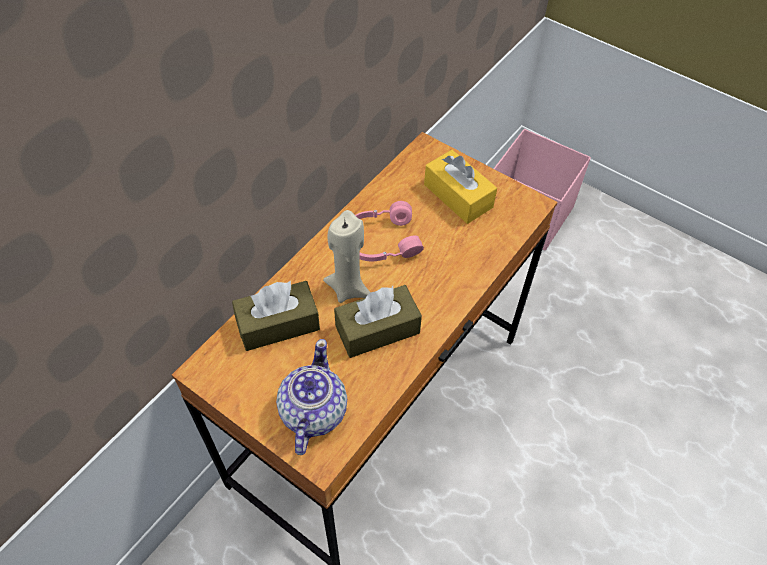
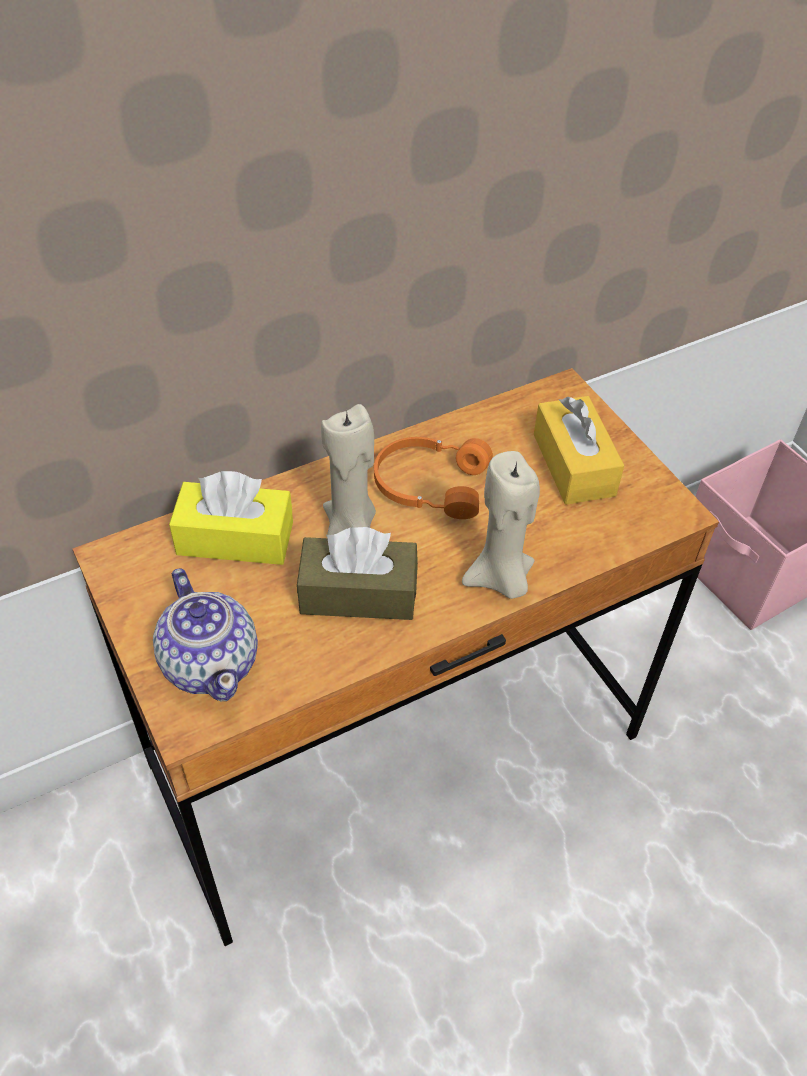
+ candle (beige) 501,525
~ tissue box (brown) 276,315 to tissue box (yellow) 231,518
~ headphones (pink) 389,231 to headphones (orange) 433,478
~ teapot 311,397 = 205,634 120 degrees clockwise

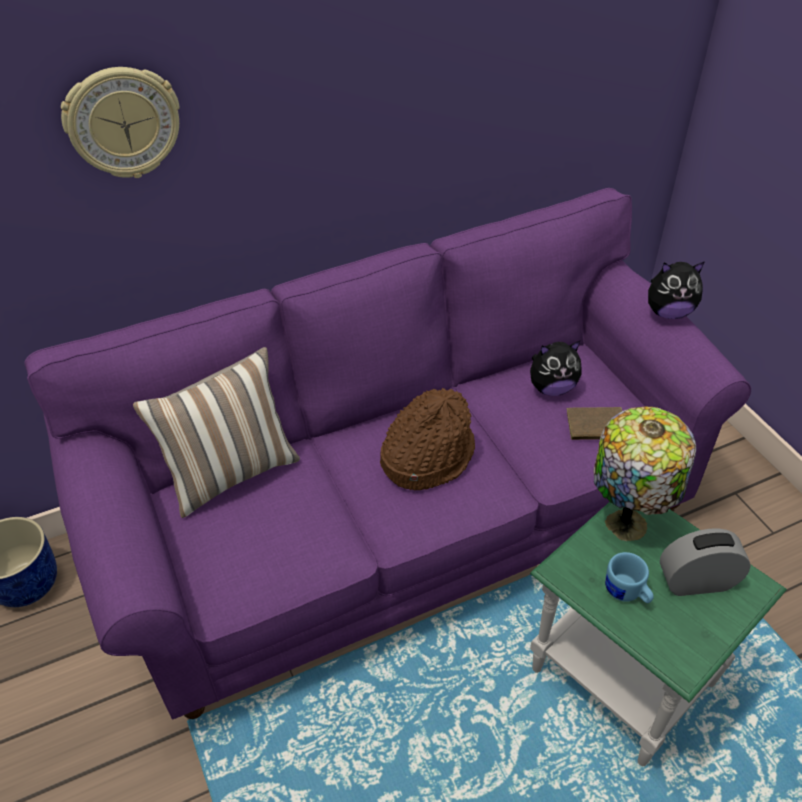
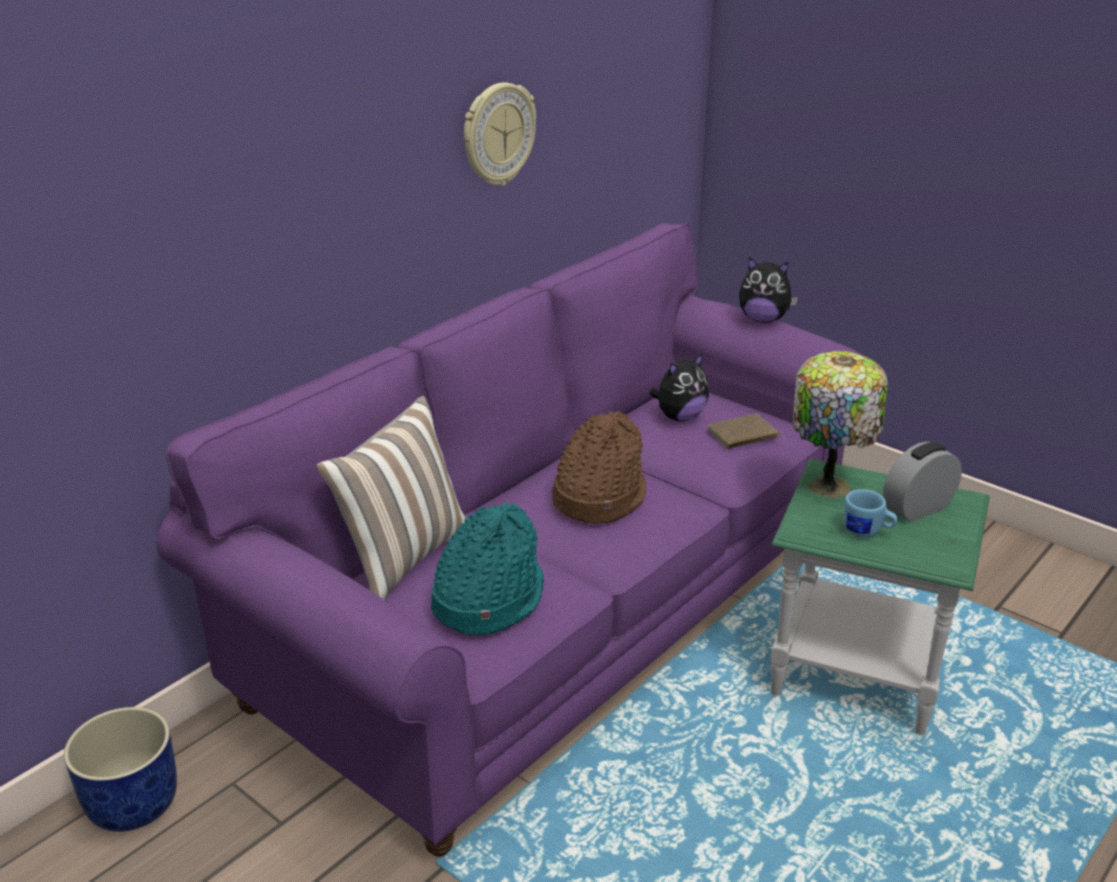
+ hat (turquoise) 487,569
~ wall clock 120,122 to 500,134
~ plush toy 676,290 = 768,290 45 degrees clockwise

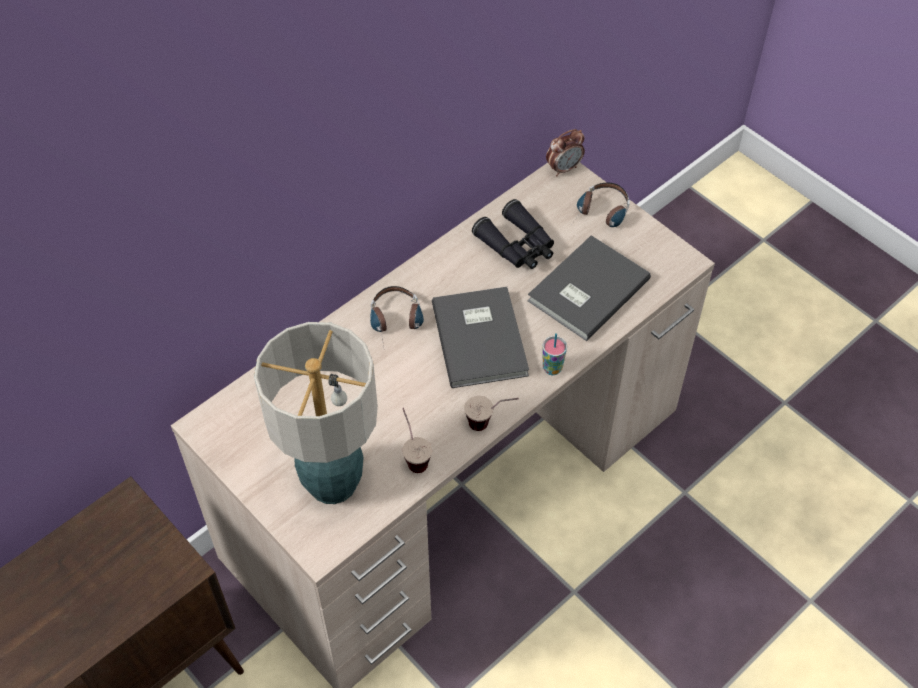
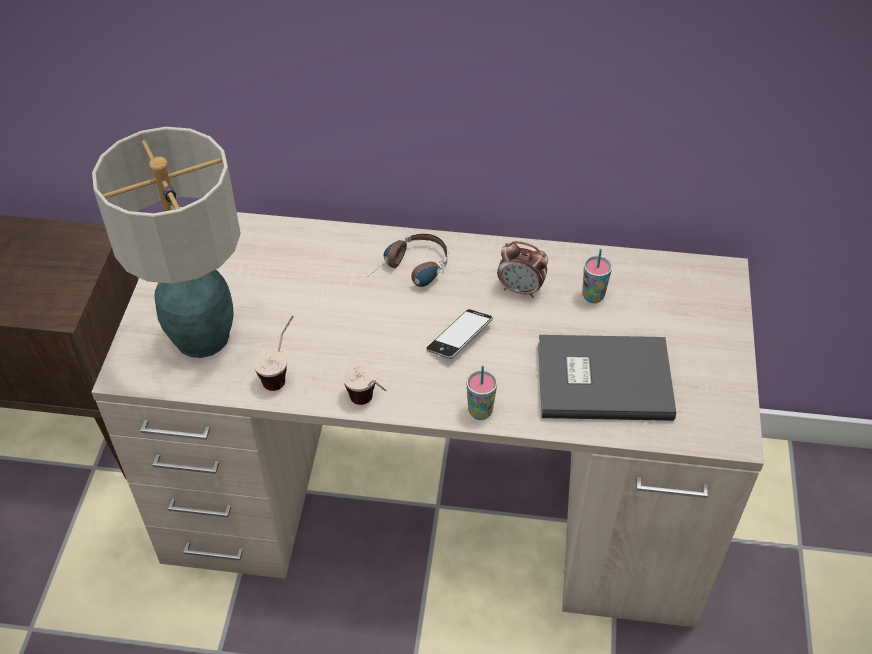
- headphones 602,205
~ alarm clock 565,152 to 522,269
~ book (grey) 480,337 to phone 459,334
~ binoculars (black) 513,234 to cup 597,276

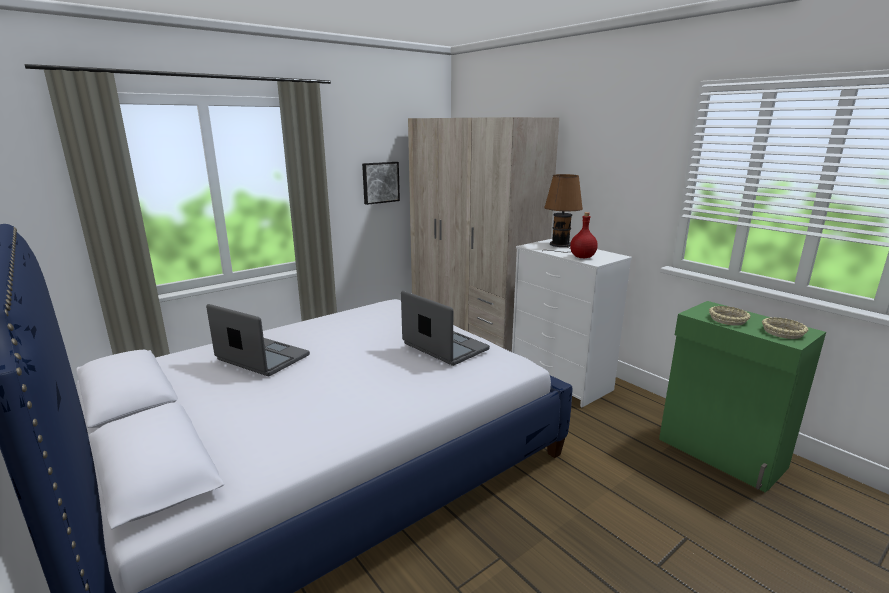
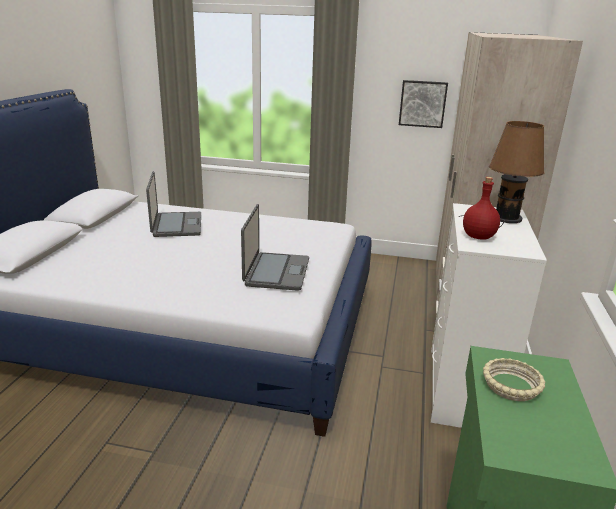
- bowl (beige) 785,328

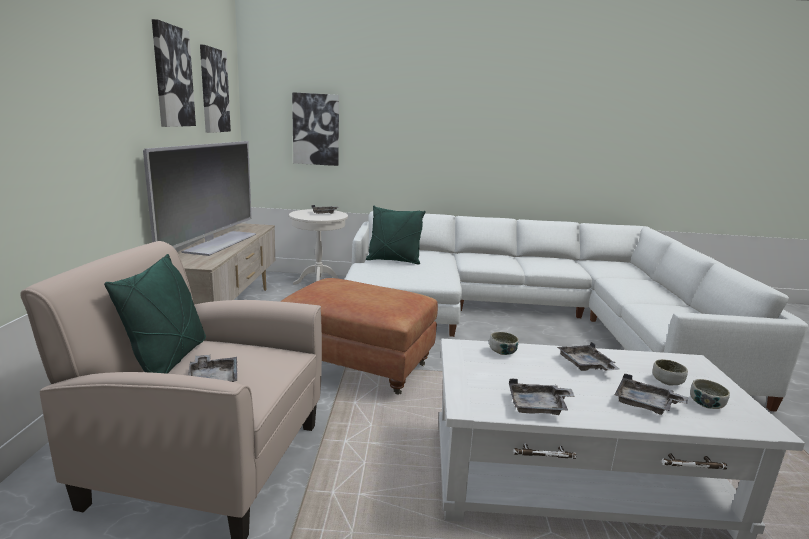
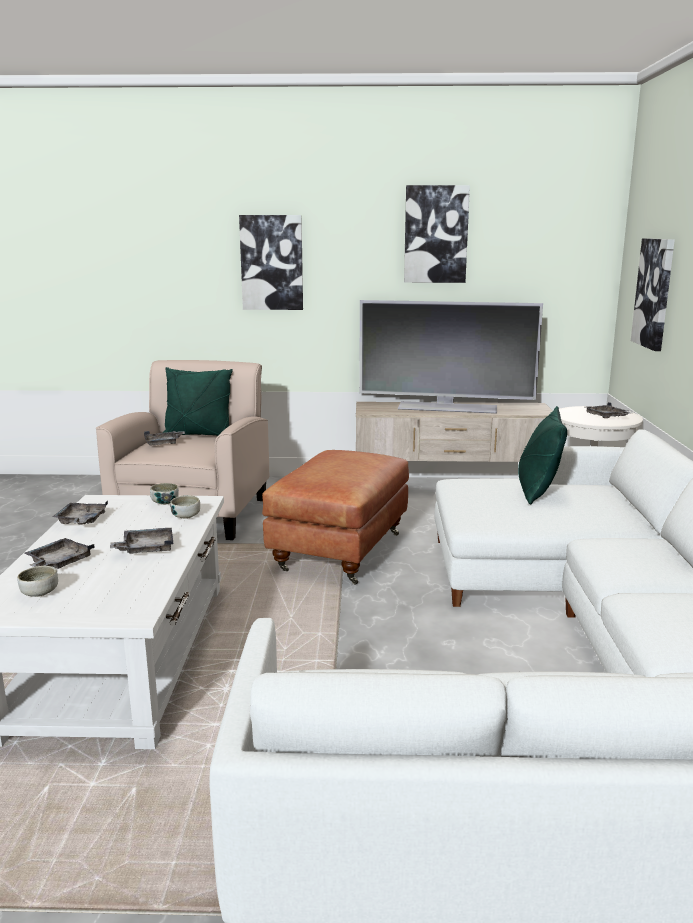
~ picture 215,89 to 271,262
~ bowl 670,372 to 164,494

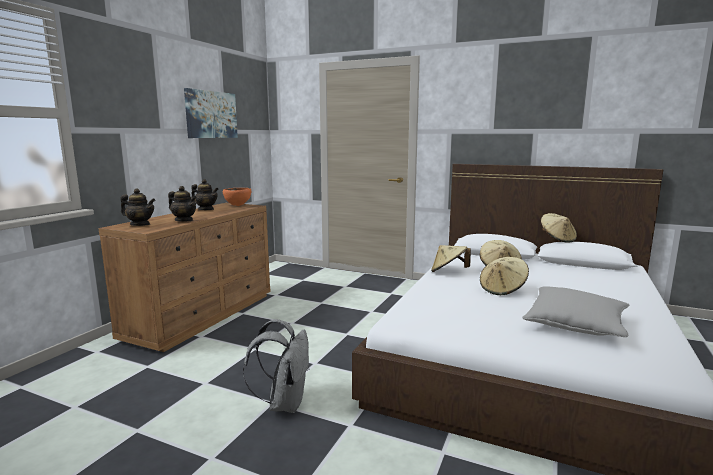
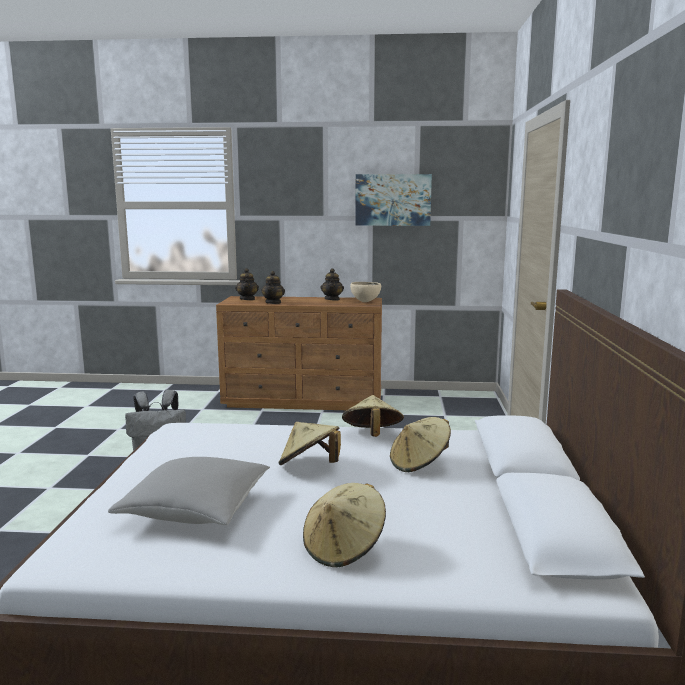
~ hat (beige) 559,228 to 344,525
~ bowl (orange) 237,197 to bowl (beige) 365,292

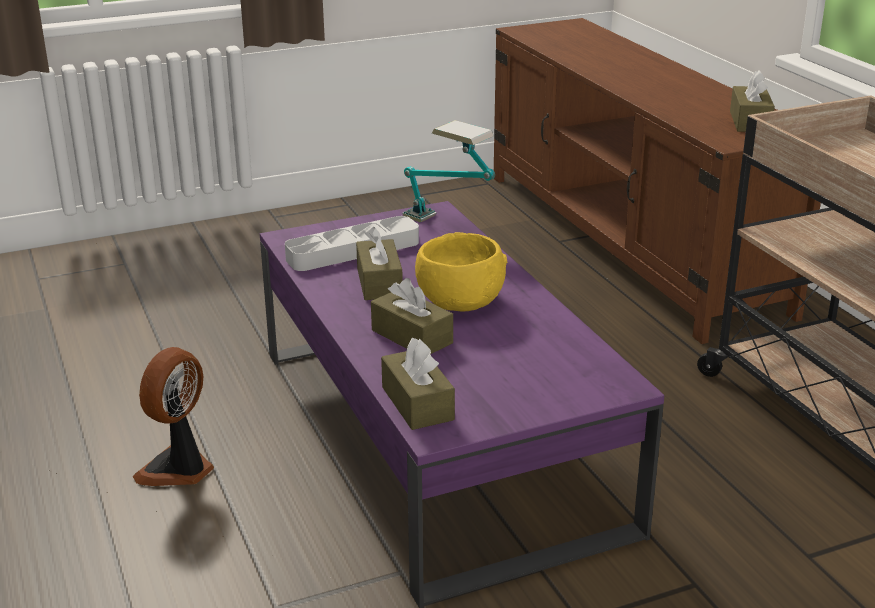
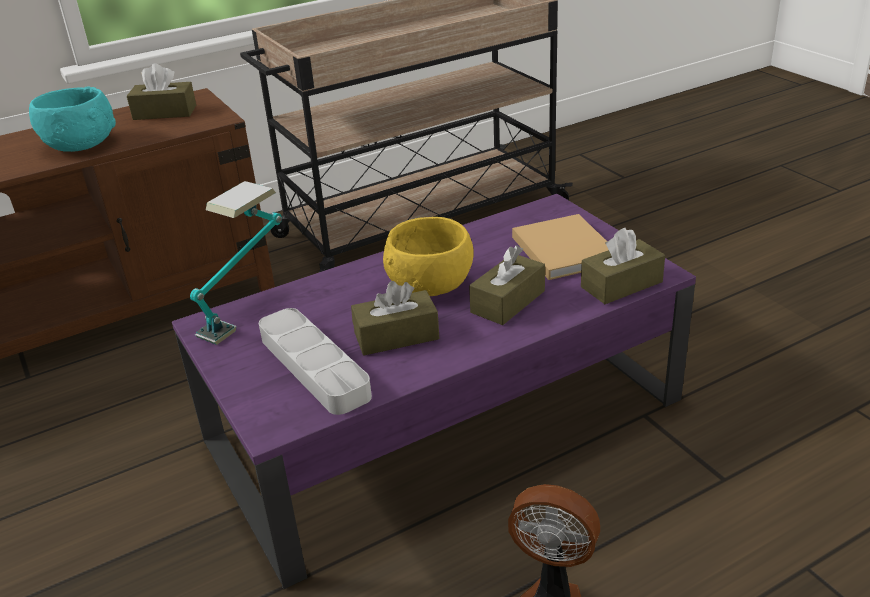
+ bowl (turquoise) 72,119
+ book (beige) 560,247

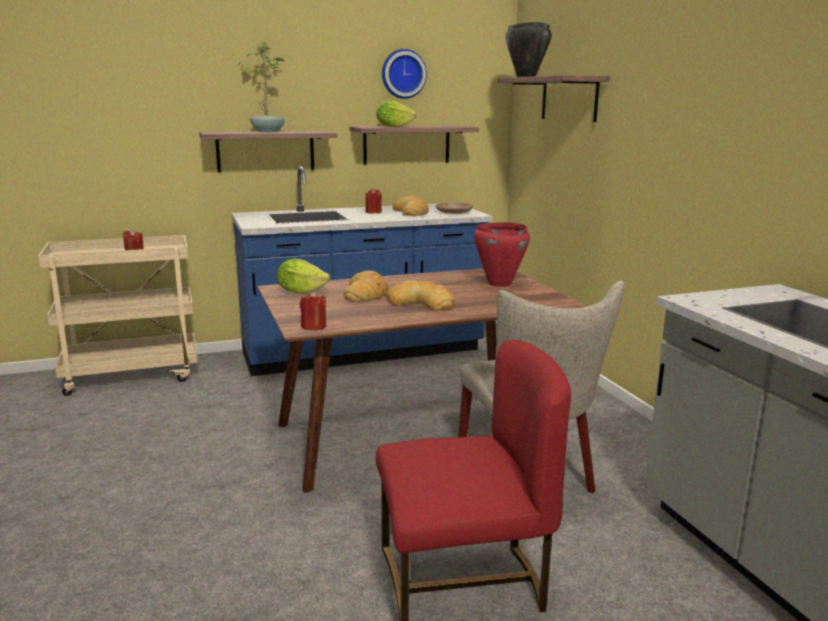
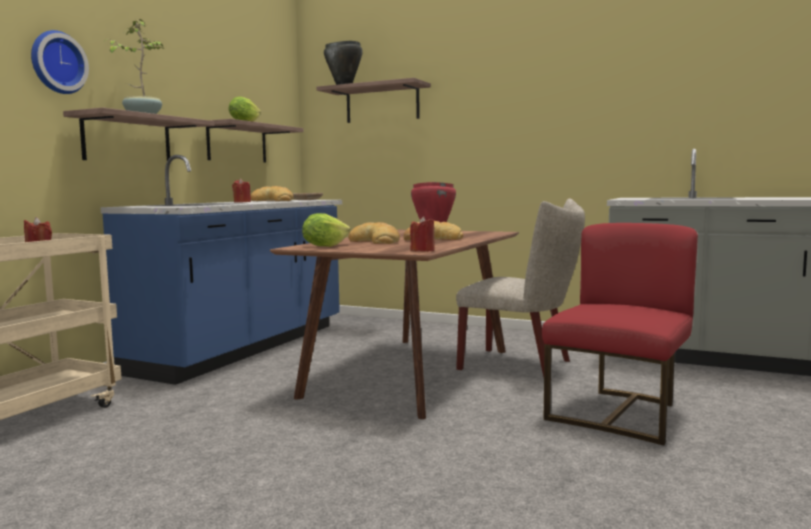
~ wall clock 404,74 to 60,62

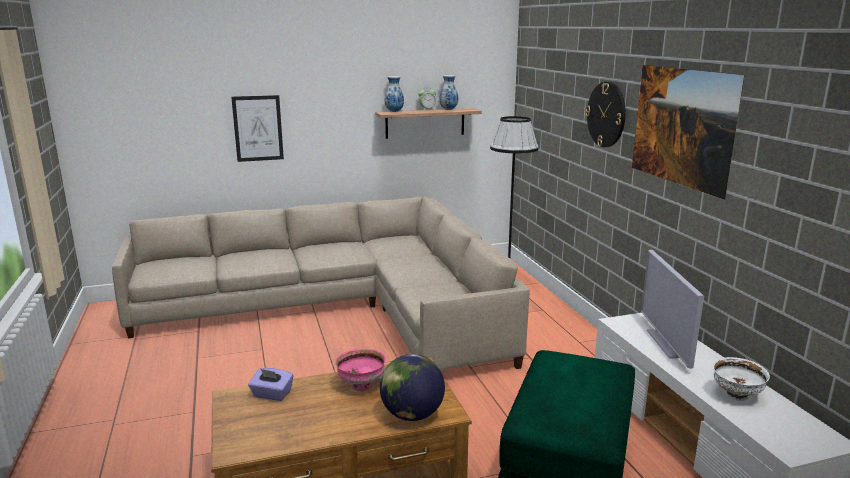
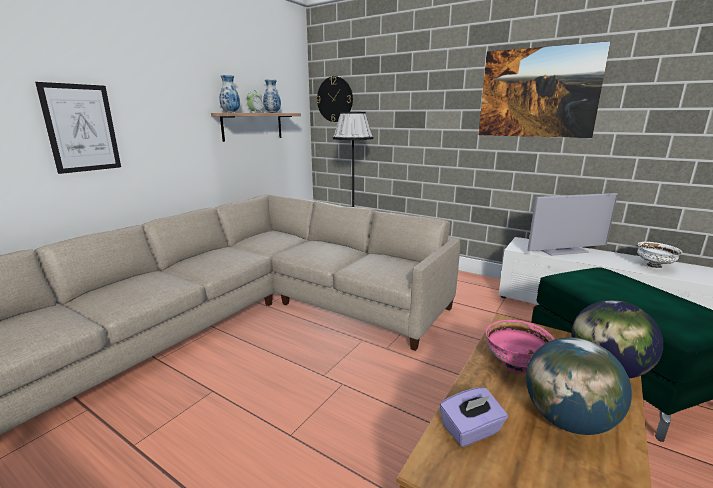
+ globe 579,386
~ wall clock 605,114 to 334,99
~ television 672,309 = 573,224 60 degrees counterclockwise

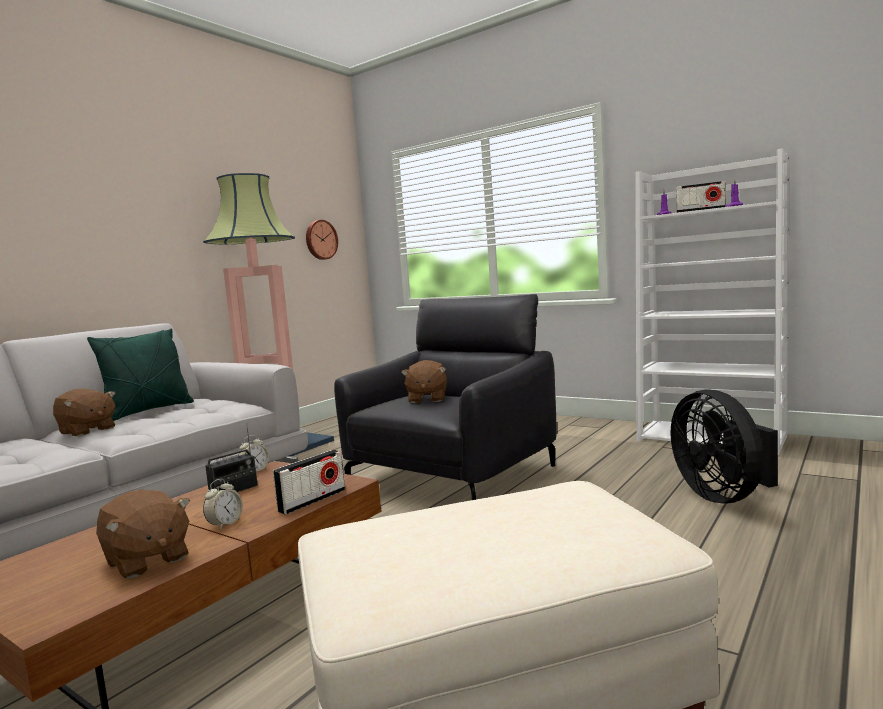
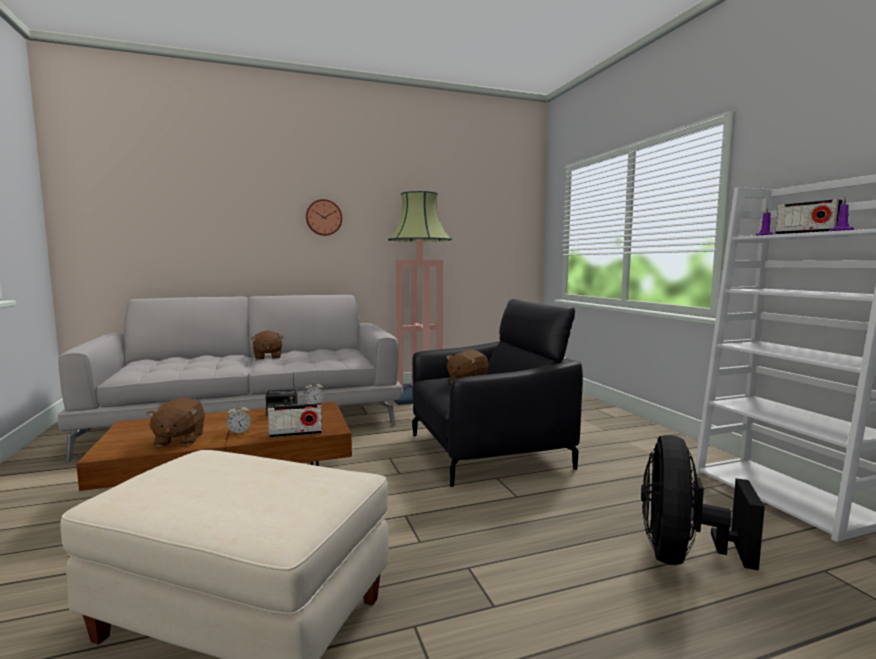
- pillow (green) 140,375
~ wall clock 322,240 to 324,217

